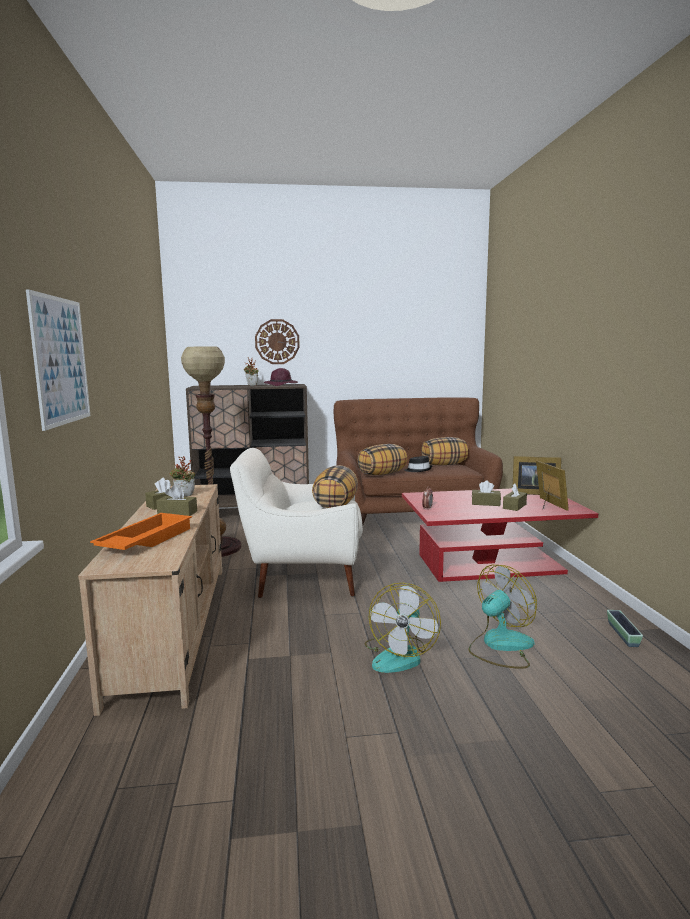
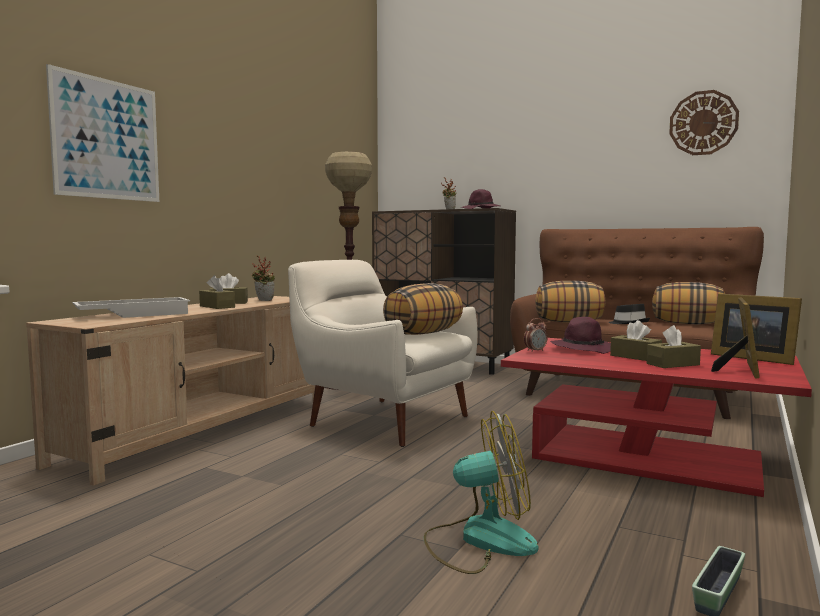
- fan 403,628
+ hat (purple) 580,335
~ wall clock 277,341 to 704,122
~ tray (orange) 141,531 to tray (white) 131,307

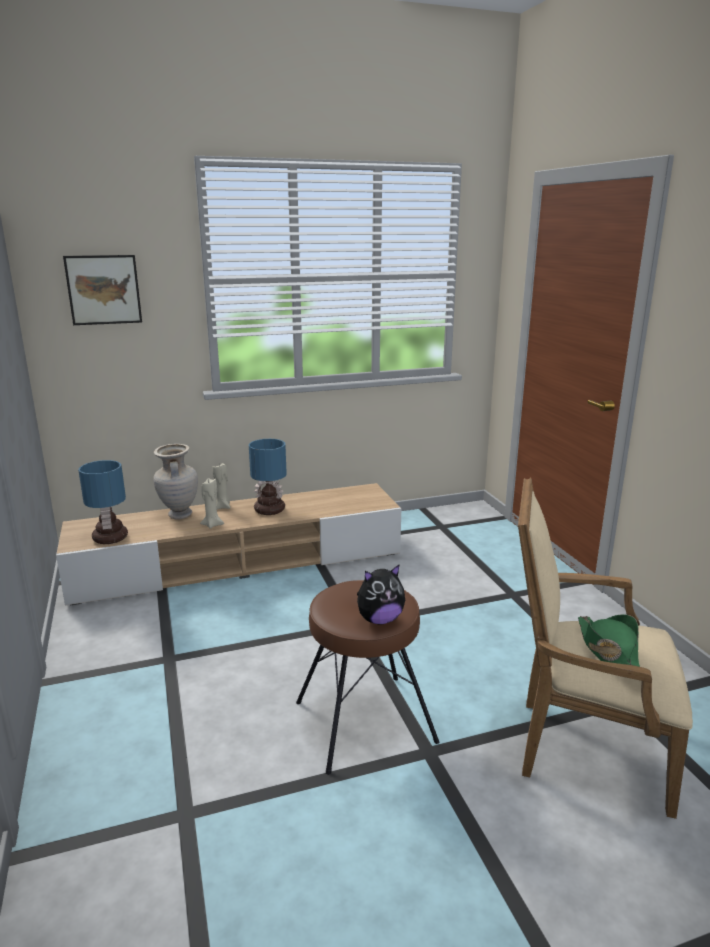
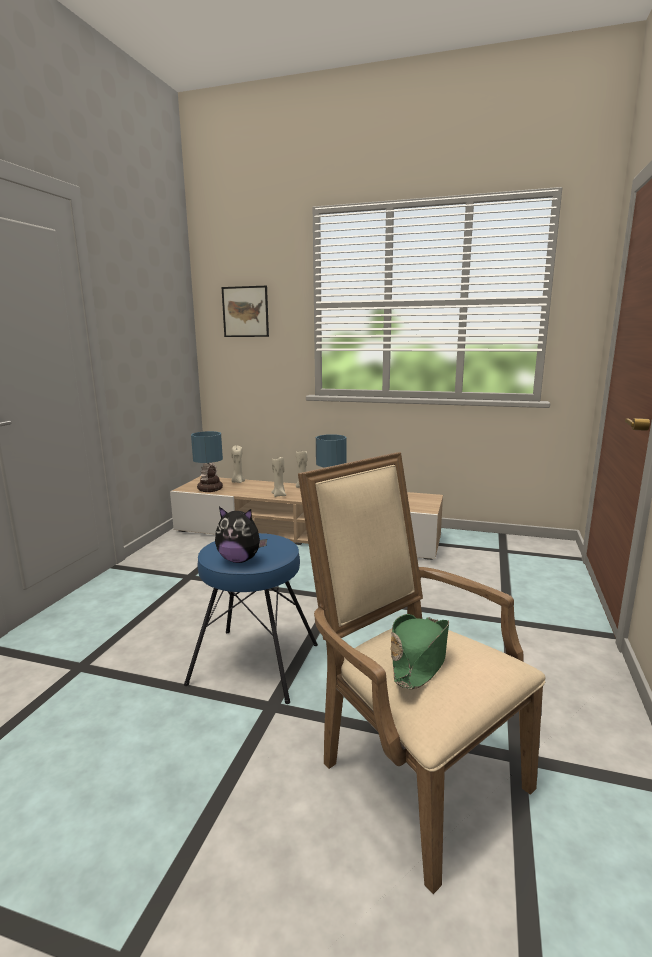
- vase (beige) 175,482
+ candle (beige) 238,464
~ stool (brown) 367,677 to stool (blue) 251,618

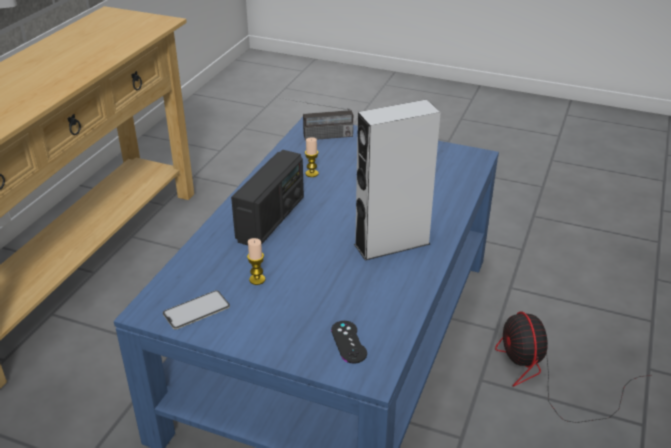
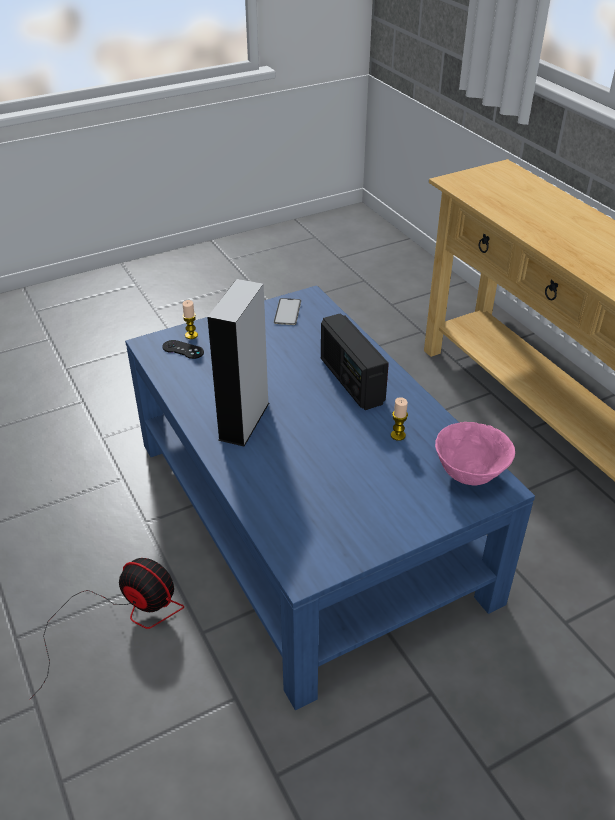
~ candle 256,261 to 190,319
~ radio 314,119 to bowl (pink) 475,454

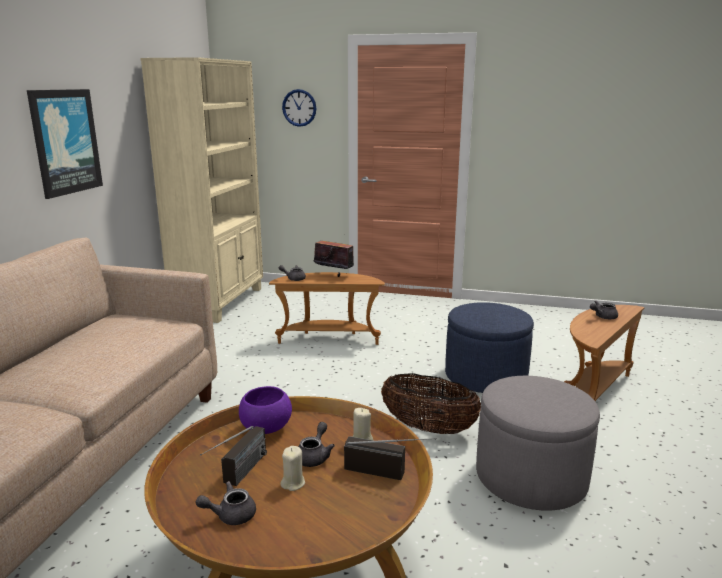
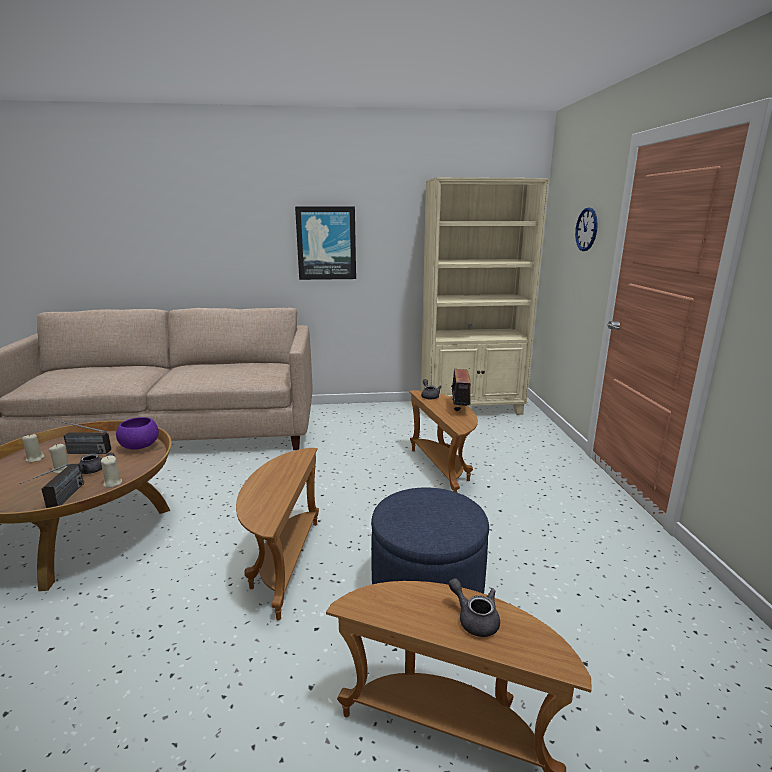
- ottoman (grey) 538,443
~ teapot (grey) 226,503 to candle (beige) 33,448
~ basket 431,403 to side table (brown) 277,534

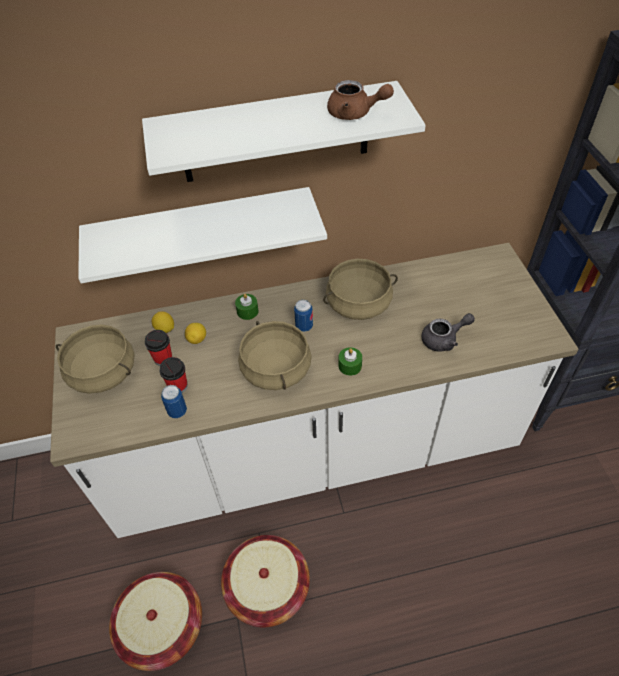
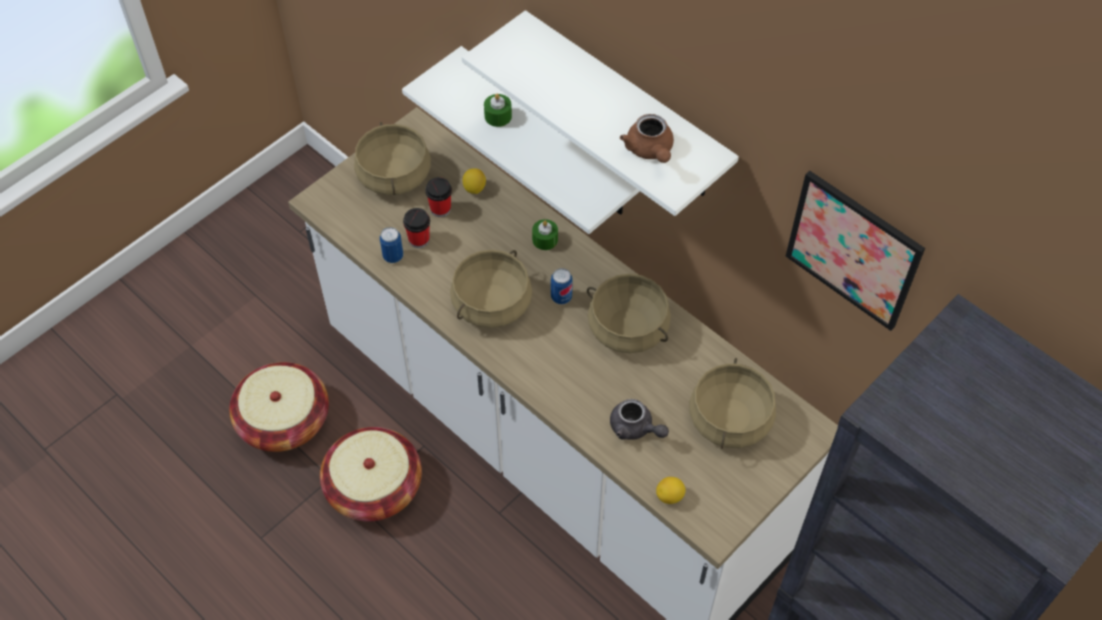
+ cooking pot (beige) 732,403
+ picture 855,251
~ lemon 195,333 to 671,490
~ candle (green) 350,361 to 498,110

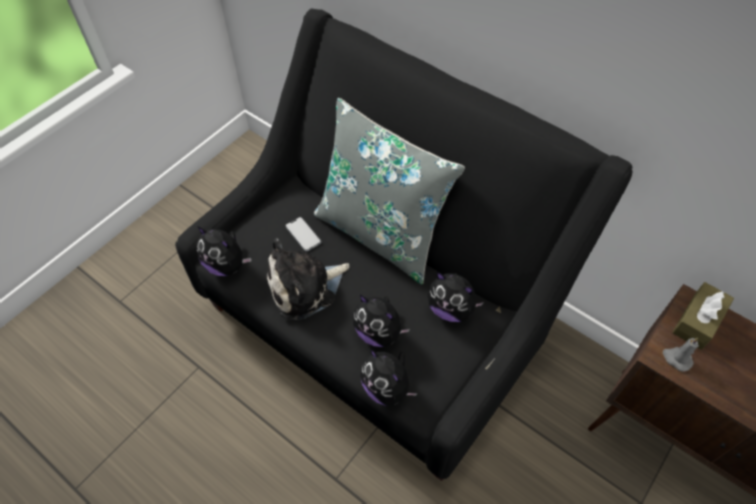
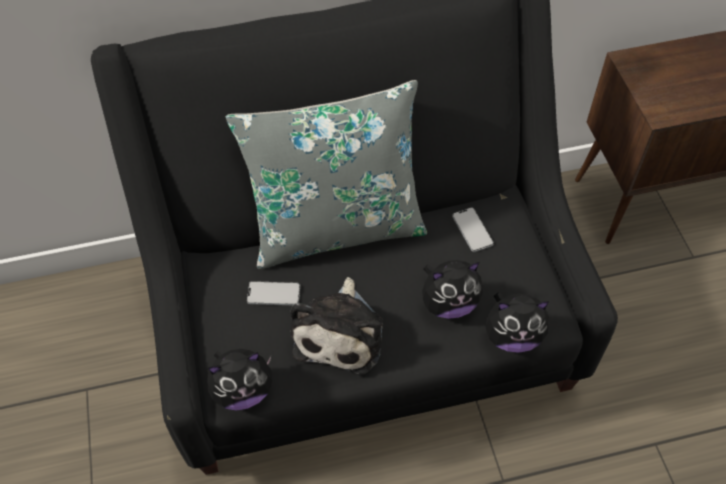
- candle (grey) 681,354
- tissue box (brown) 703,316
~ plush toy 455,297 to phone 473,230

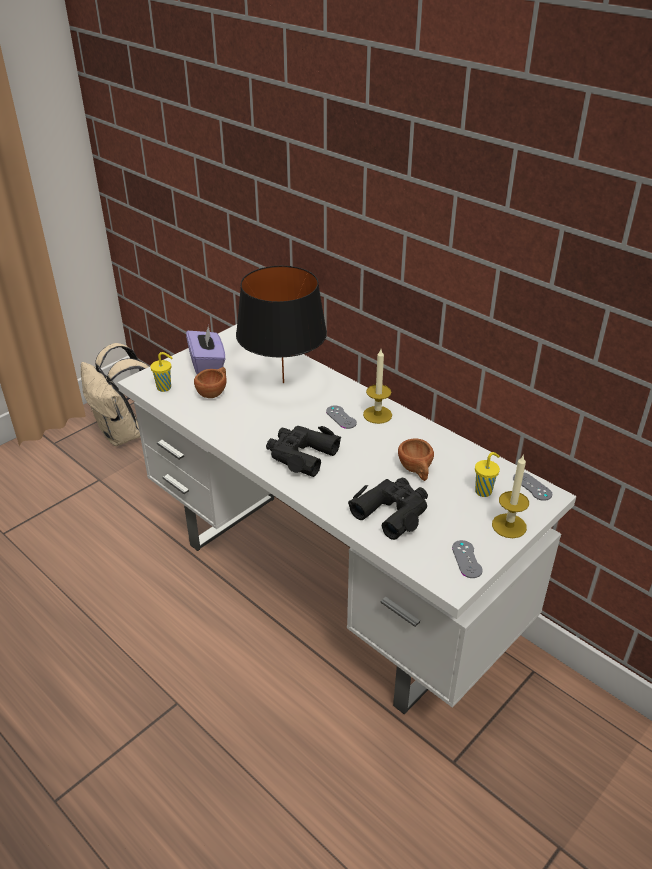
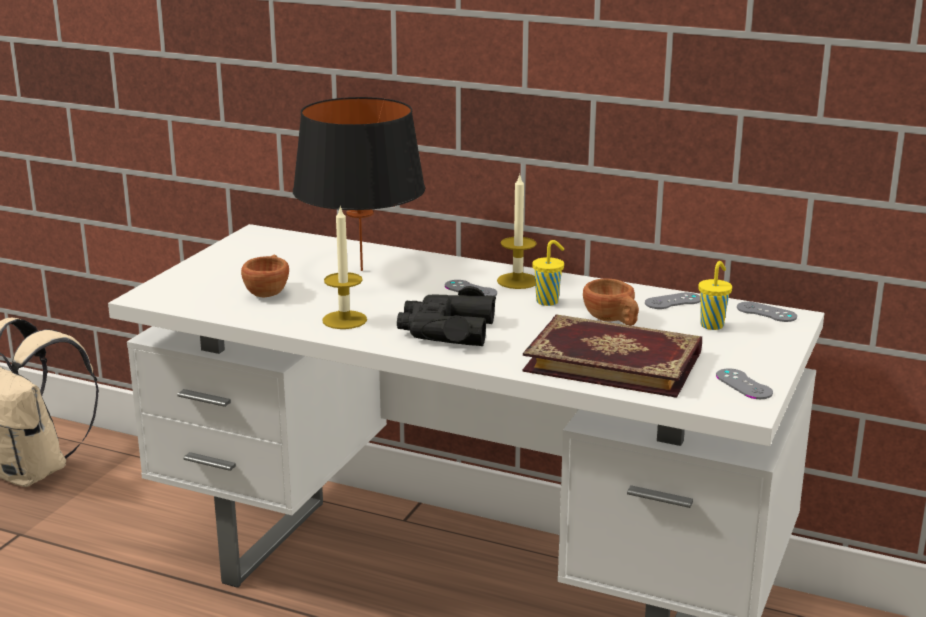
- tissue box (purple) 205,349
+ game controller (grey) 672,300
~ cup (yellow) 161,372 to 548,273
~ candle 510,497 to 344,267
~ binoculars (black) 388,509 to book 612,356

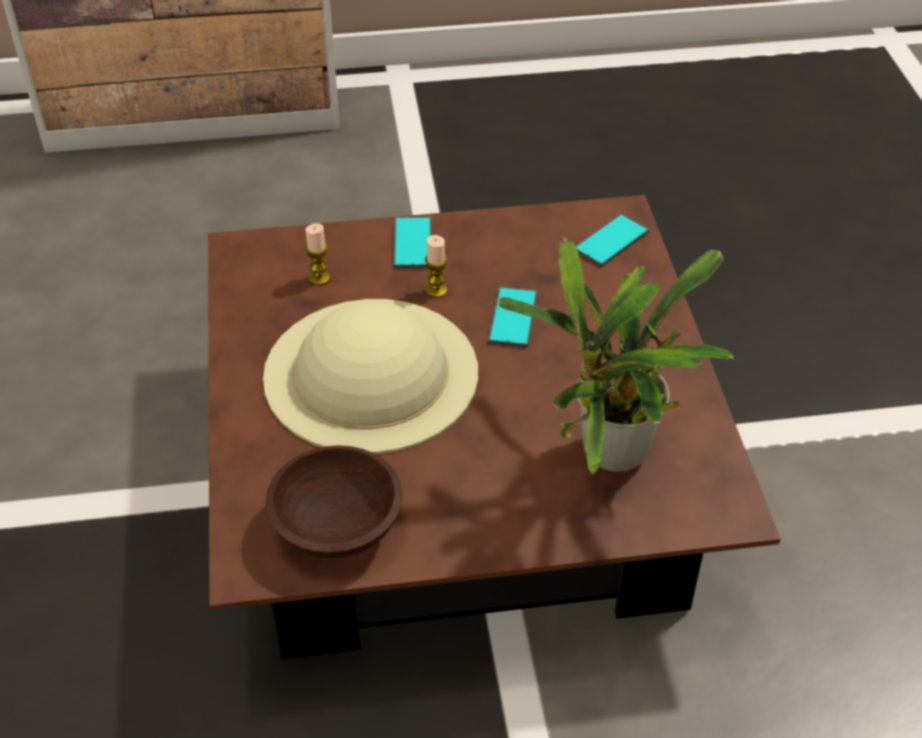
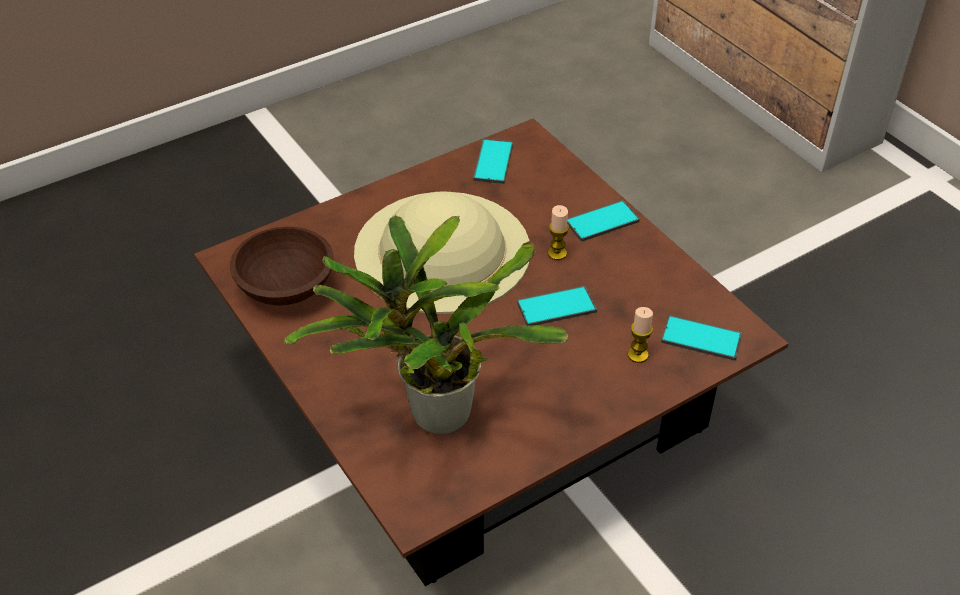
+ phone 493,161
~ candle 317,254 to 640,335

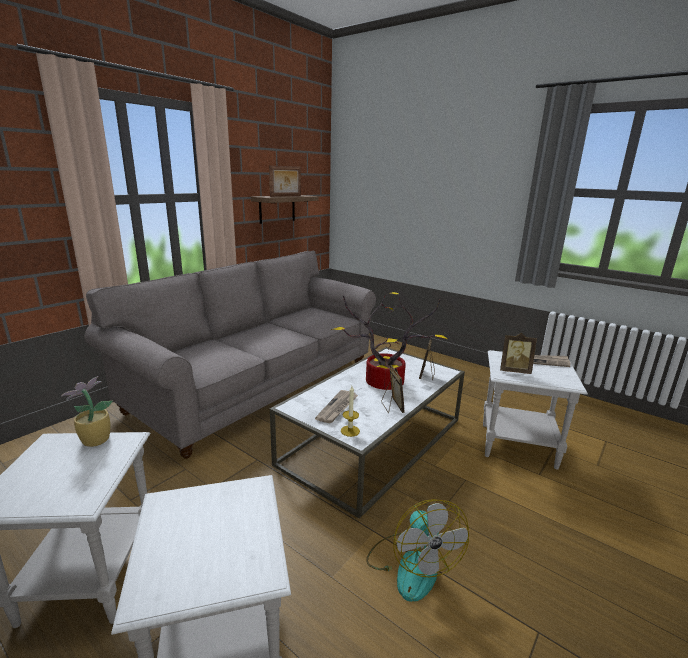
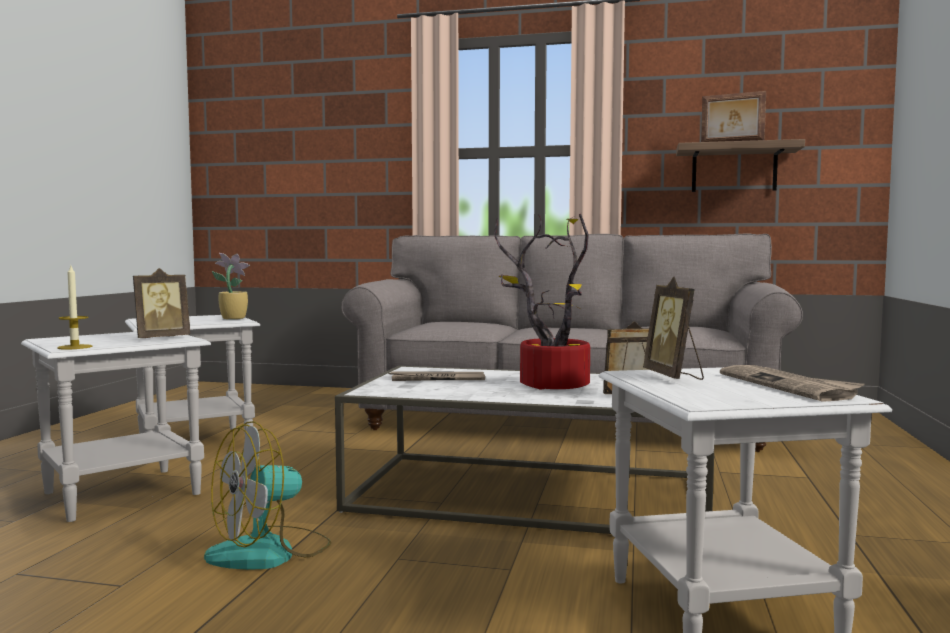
~ candle 350,411 to 74,308
~ picture frame 393,389 to 161,303

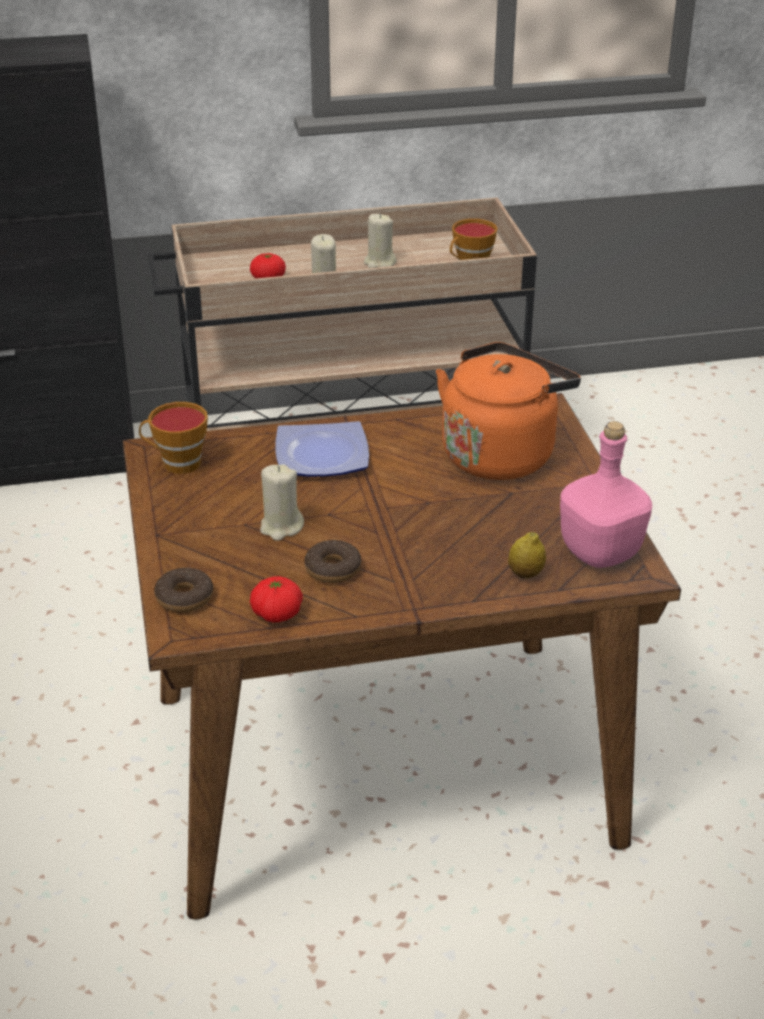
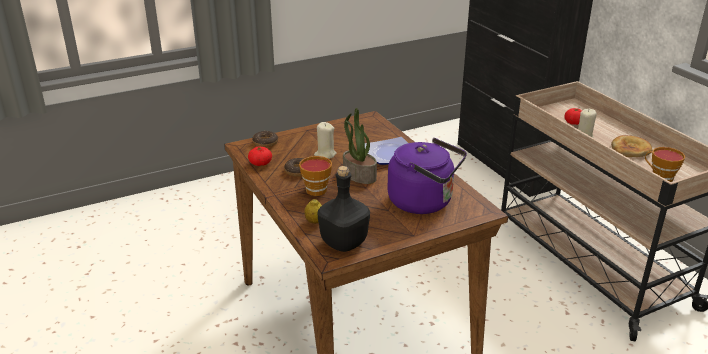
+ potted plant 360,145
~ cup 173,438 to 315,176
~ candle (beige) 380,241 to bread 632,146
~ kettle (orange) 508,411 to kettle (purple) 427,176
~ bottle (pink) 606,494 to bottle (black) 344,209

